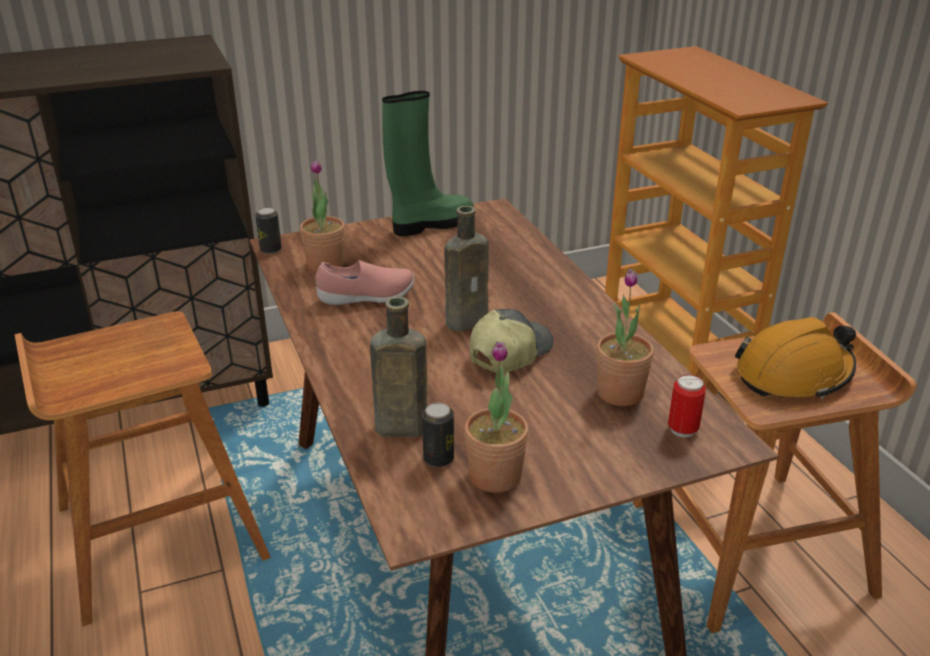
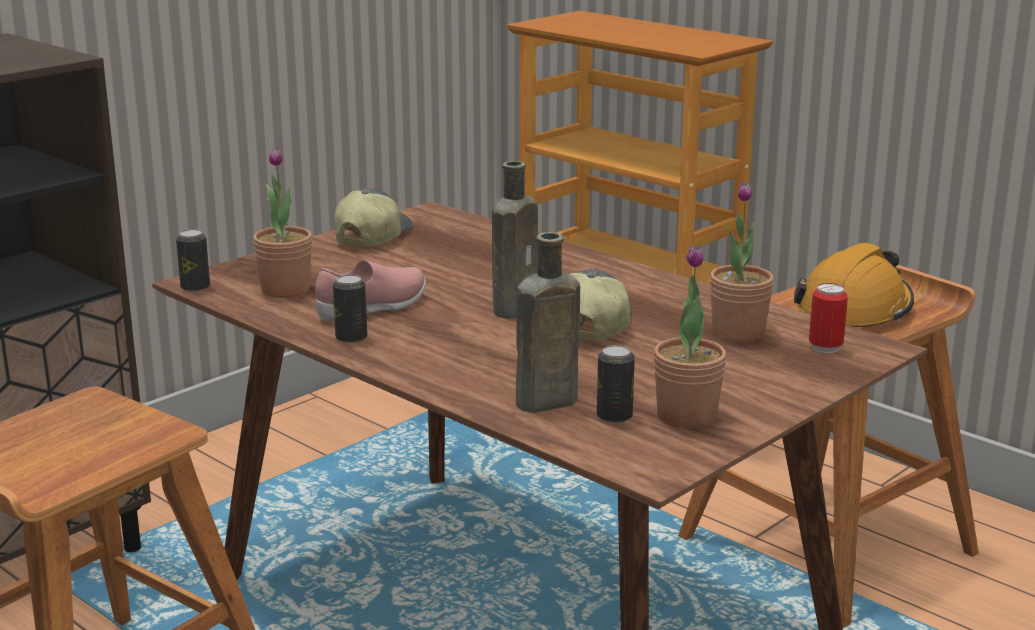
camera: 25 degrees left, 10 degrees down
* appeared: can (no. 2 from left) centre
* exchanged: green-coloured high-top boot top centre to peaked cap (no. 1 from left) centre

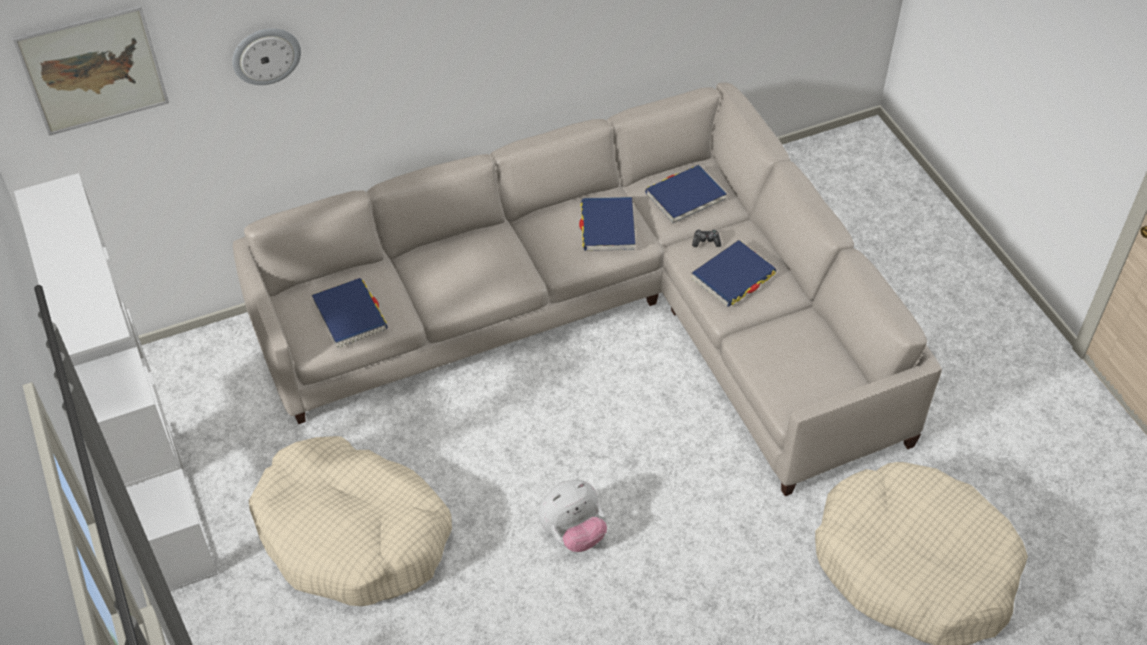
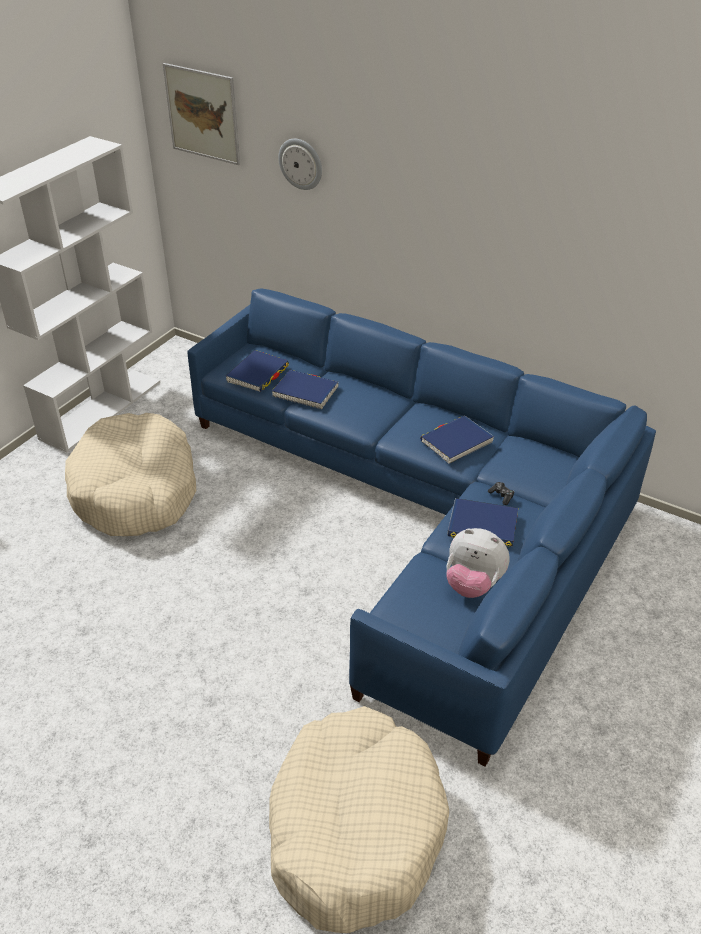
camera: 55 degrees right, 10 degrees down
* relocated: soft toy bottom centre to middle right
* relocated: blue book (no. 3 from left in the first image) top centre to blue book (no. 2 from left) centre
* colour: beige-coloured sofa centre to blue sofa centre

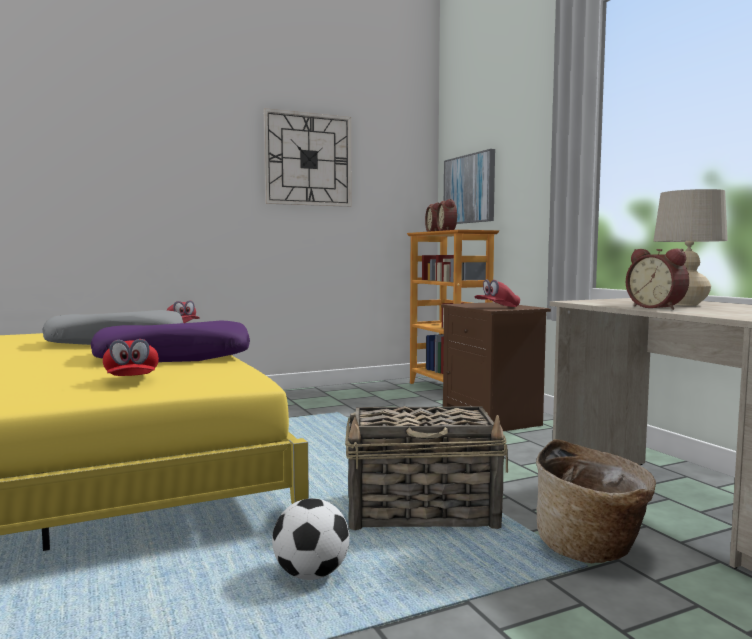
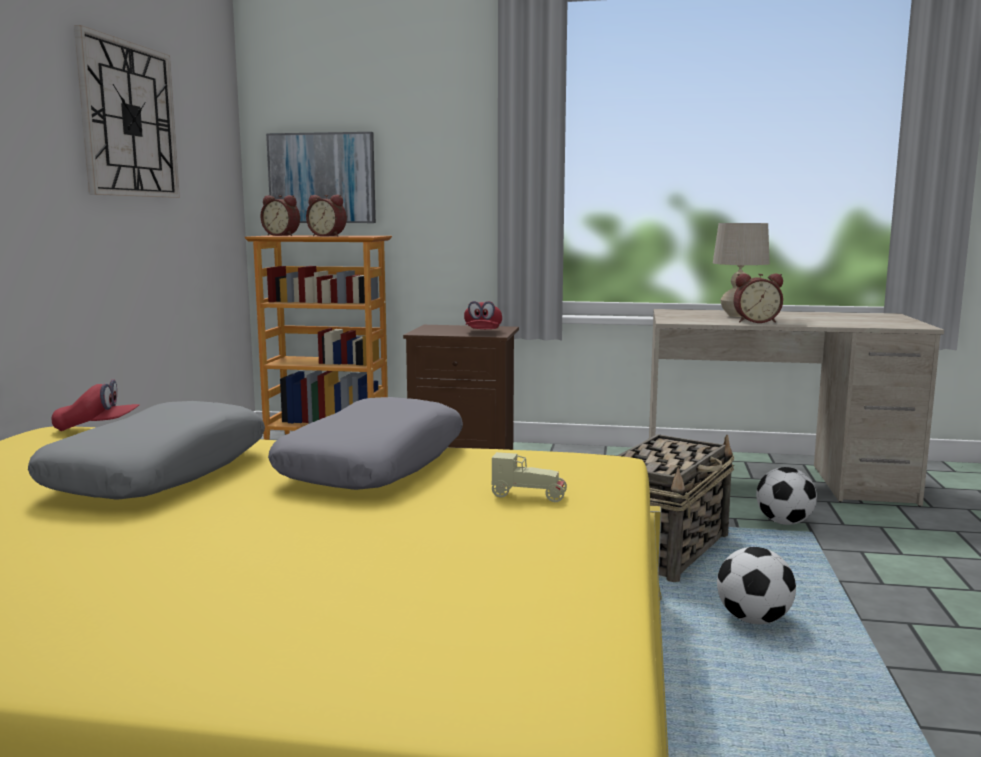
camera: 55 degrees left, 5 degrees up
* exchanged: reddish peaked cap (no. 1 from left) middle left to beige-coloured miniature car centre
* exchanged: basket (no. 2 from left) bottom right to football (no. 2 from left) middle right
* colour: purple-coloured throw pillow middle left to gray throw pillow (no. 2 from left) centre

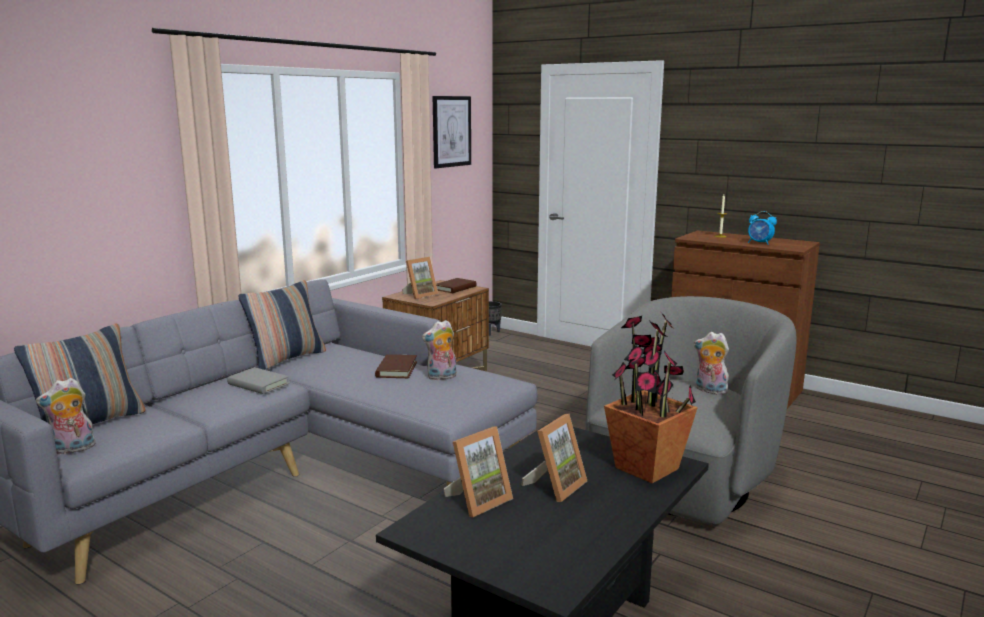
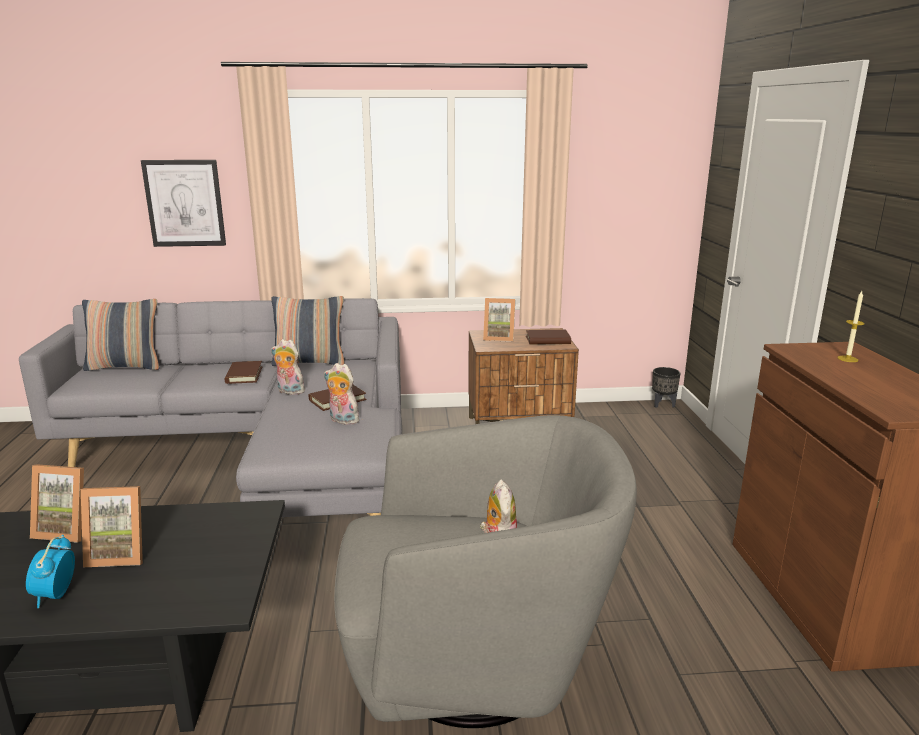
camera: 50 degrees right, 5 degrees up
* missing: potted plant centre
* relocated: soft toy (no. 1 from left) bottom left to middle left
* relocated: picture top centre to top left
* relocated: alarm clock middle right to bottom left
* colour: gray book middle left to brown-coloured book (no. 1 from left) middle left

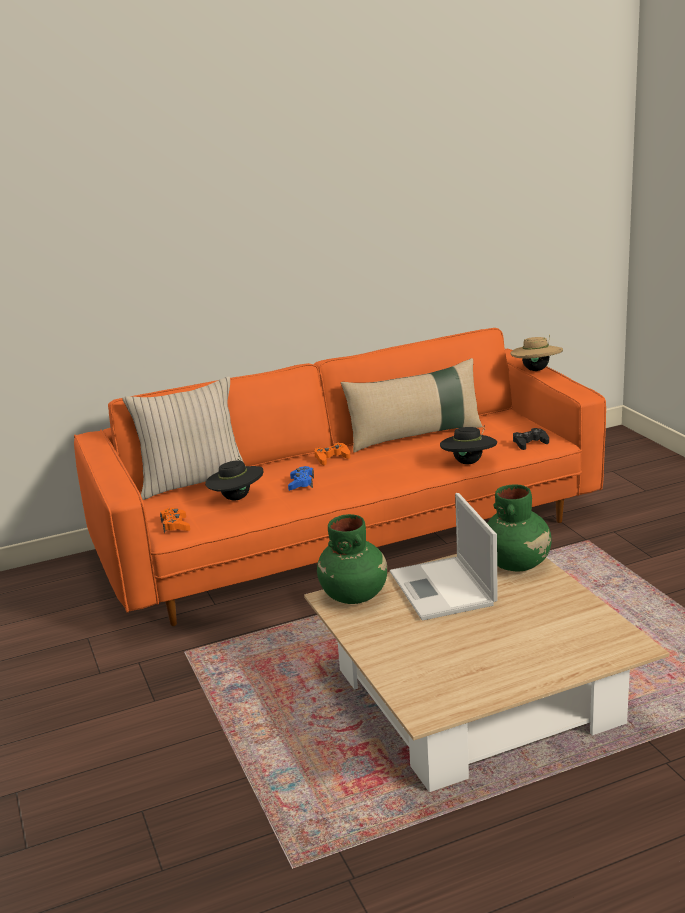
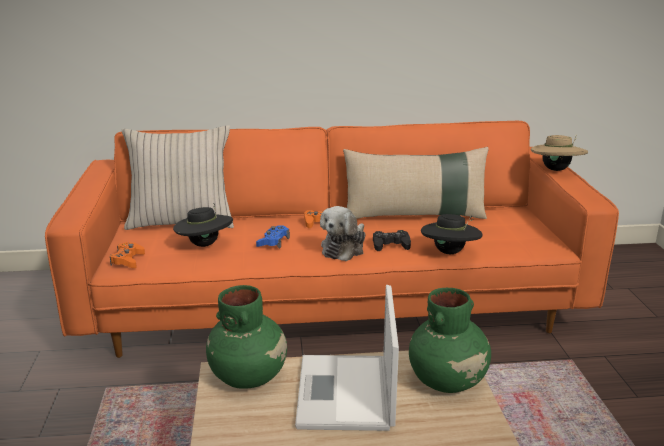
camera: 15 degrees right, 0 degrees up
* appeared: soft toy centre
* relocated: black-coloured joypad middle right to centre

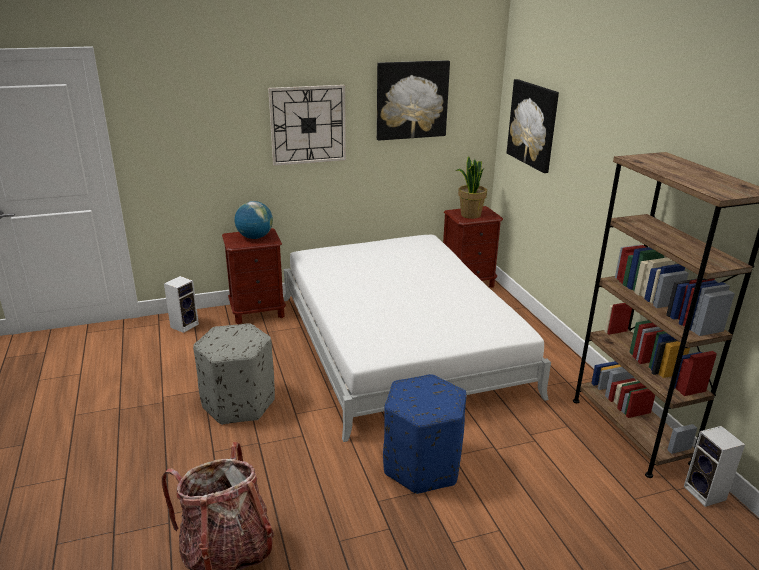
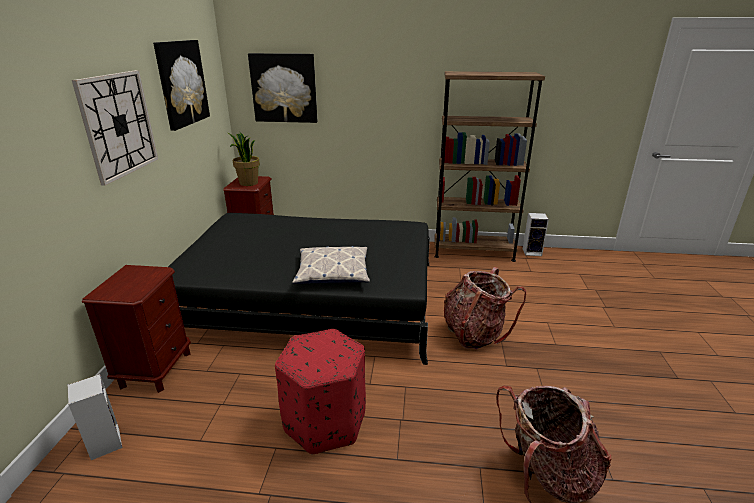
camera: 65 degrees left, 0 degrees up
* missing: desk globe centre
* appeared: throw pillow centre
* exchanged: blue pouffe bottom centre to backpack (no. 1 from left) centre
* colour: gray pouffe middle left to reddish pouffe bottom centre
* colour: white-coloured bedroom bed centre to black-coloured bedroom bed centre

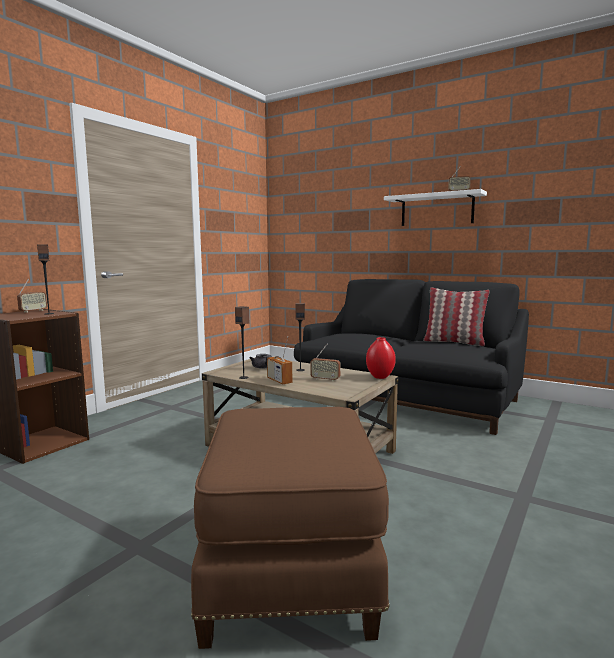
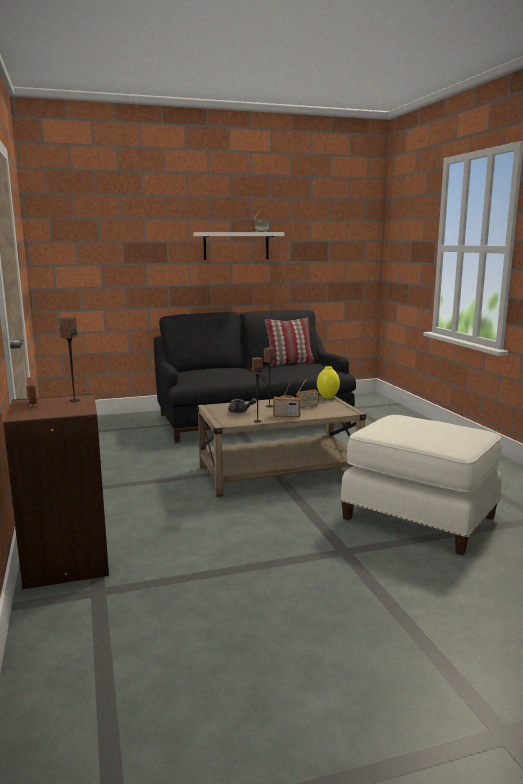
camera: 50 degrees left, 5 degrees up
* colour: brown-coloured pouffe bottom centre to white-coloured pouffe middle right
* colour: reddish vase centre to yellow-coloured vase centre

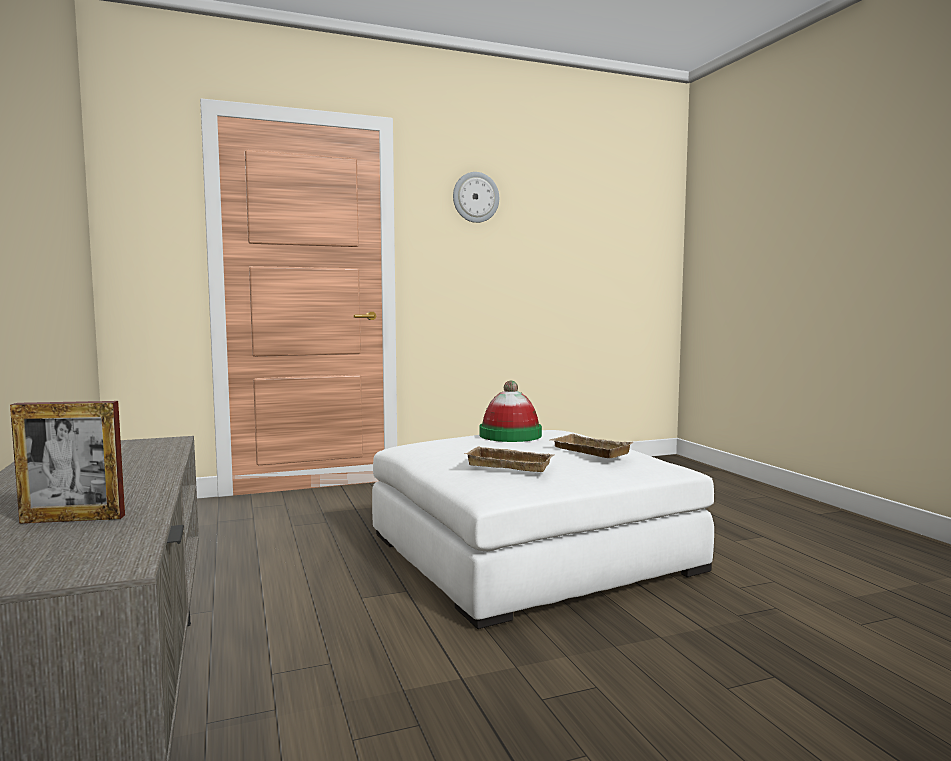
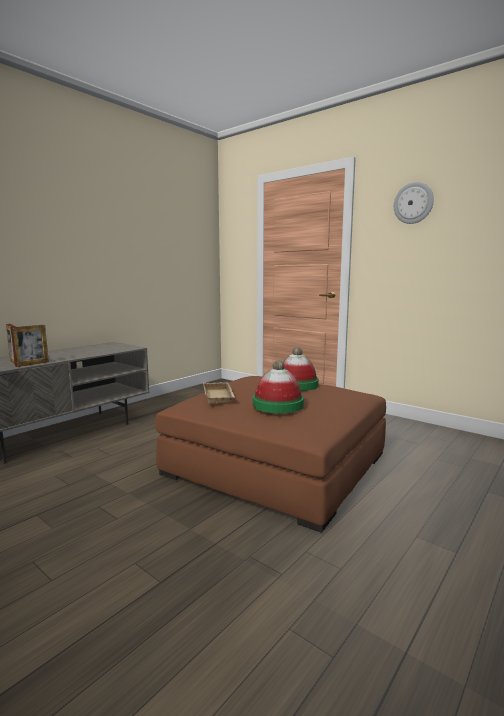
camera: 60 degrees right, 5 degrees up
* appeared: standing frame (no. 2 from left) middle left
* exchanged: beige-coloured serving tray (no. 2 from left) centre to wearable hat (no. 1 from left) centre
* colour: white-coloured pouffe bottom centre to brown-coloured pouffe centre

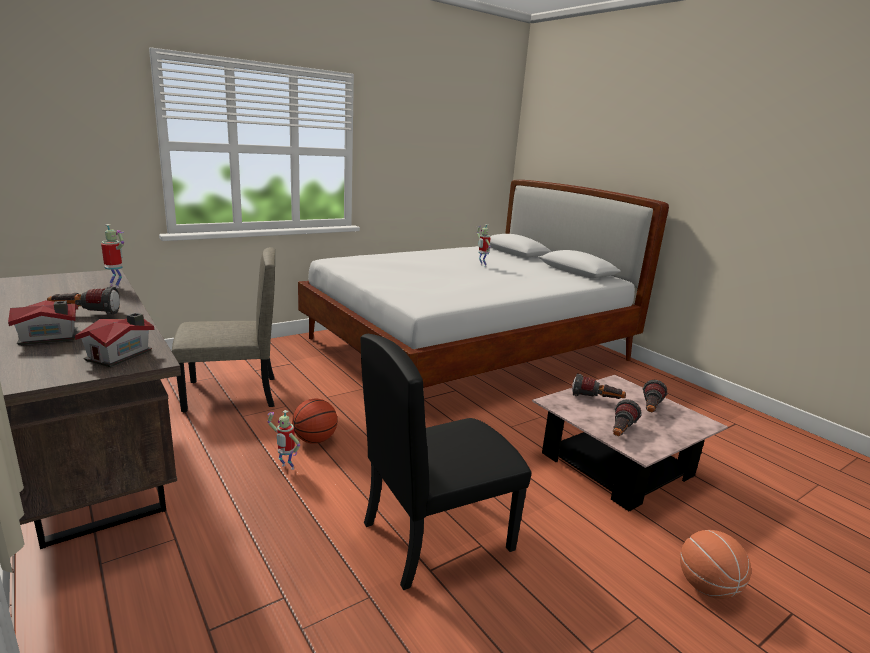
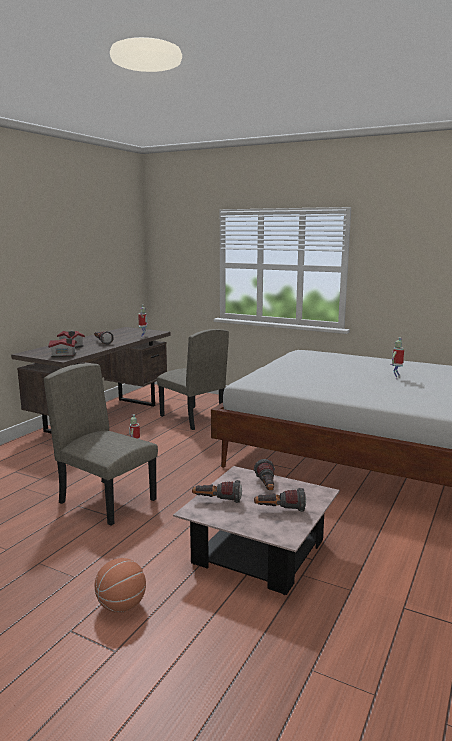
camera: 65 degrees right, 5 degrees down
* missing: basketball ball (no. 1 from left) centre
* colour: black-coloured plain chair bottom centre to beige-coloured plain chair (no. 1 from left) middle left

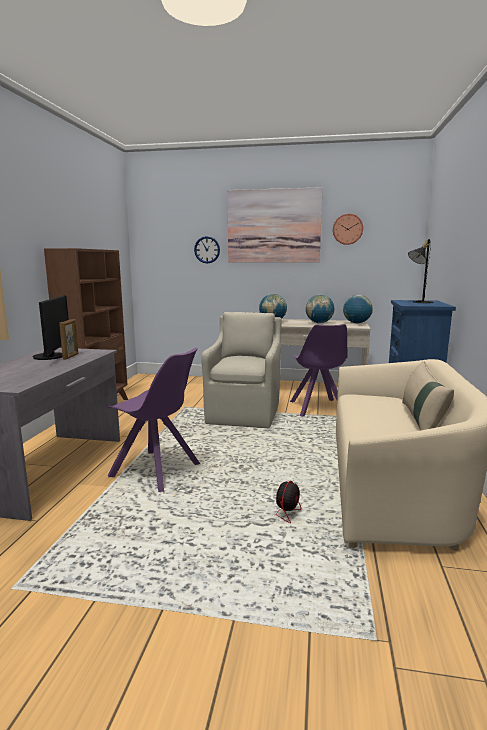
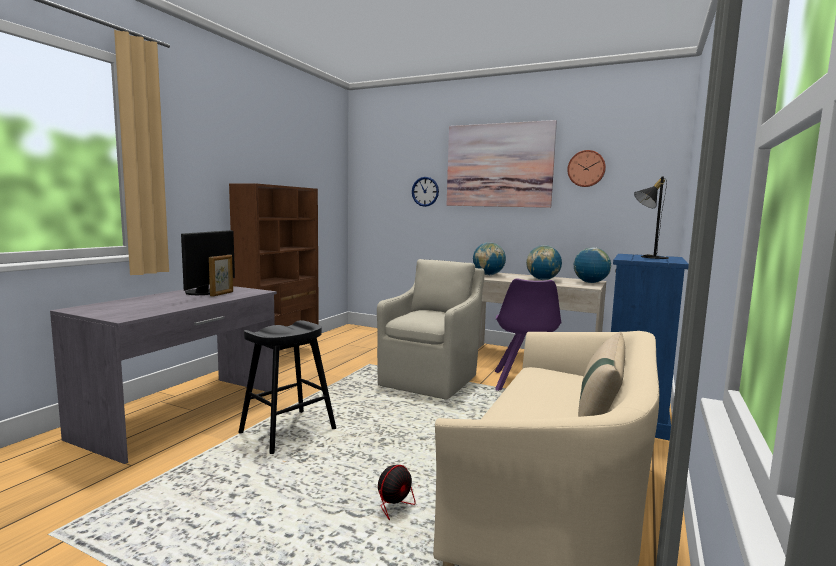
camera: 15 degrees right, 5 degrees down
* exchanged: purple-coloured plain chair (no. 1 from left) middle left to black-coloured sitting stool bottom centre

